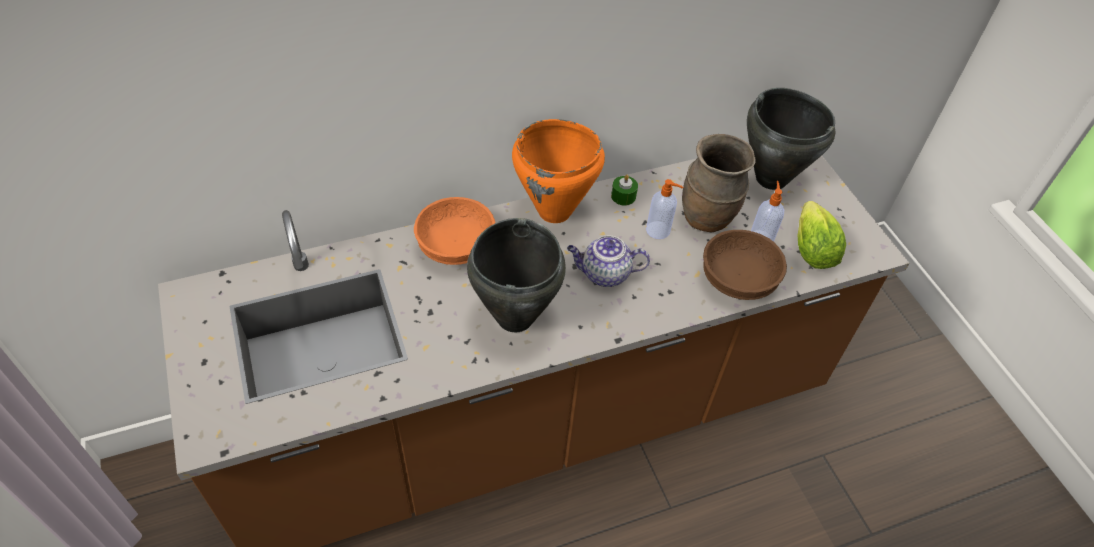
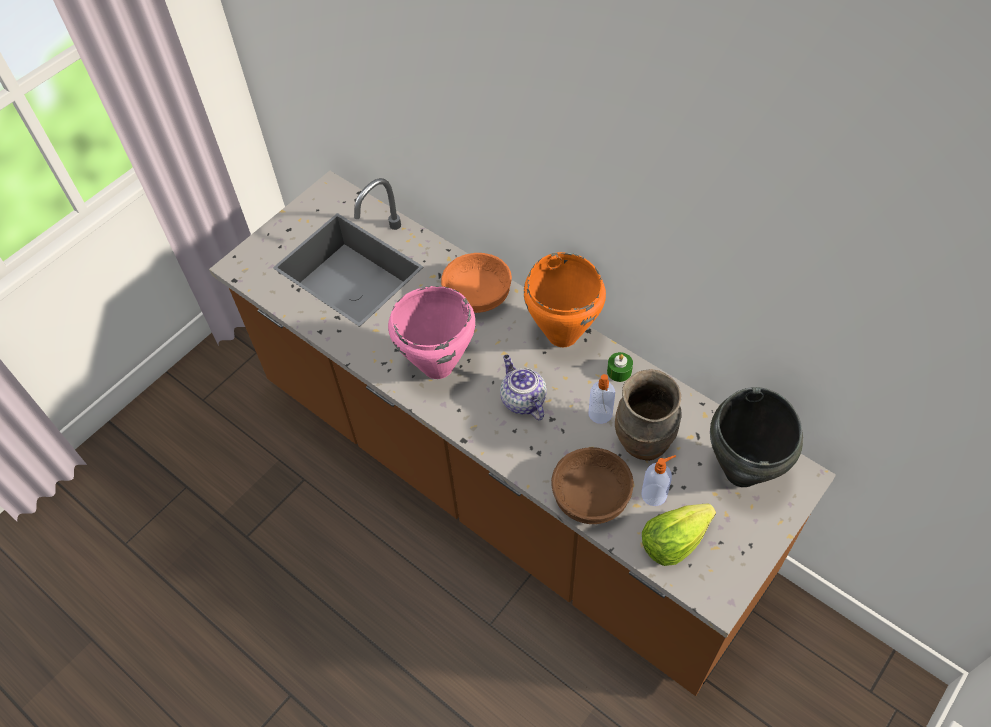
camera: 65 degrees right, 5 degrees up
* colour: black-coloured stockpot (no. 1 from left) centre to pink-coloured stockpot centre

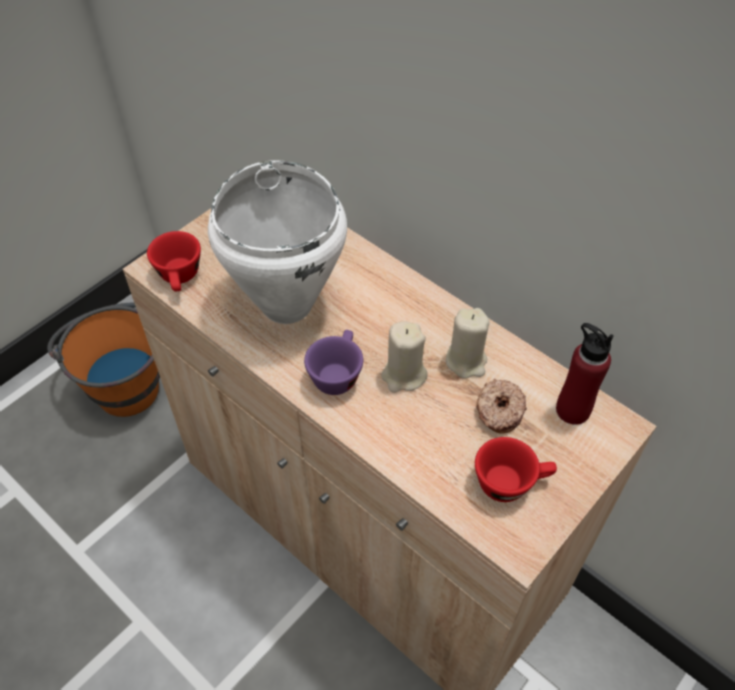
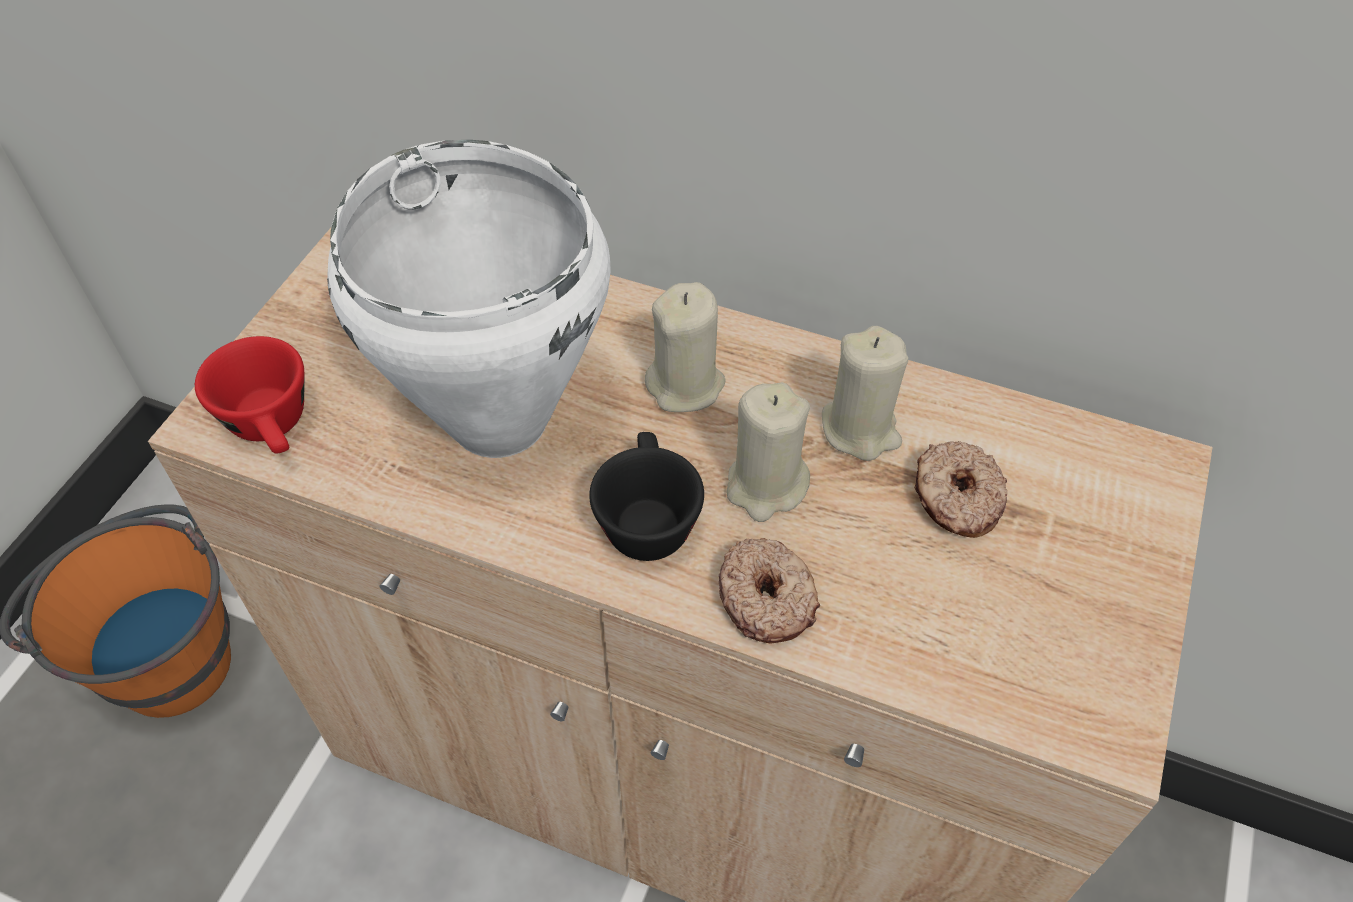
camera: 20 degrees left, 0 degrees up
* missing: reddish drinking cup (no. 2 from left) bottom right
* missing: reddish bottle middle right
* appeared: beige-coloured wax light (no. 1 from left) centre
* appeared: ring doughnut (no. 1 from left) centre
* colour: purple-coloured drinking cup centre to black-coloured drinking cup centre

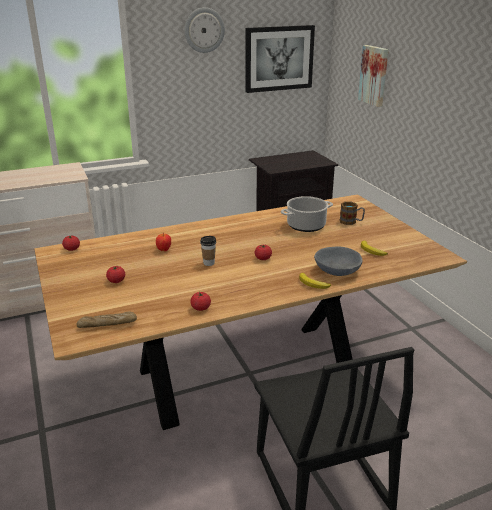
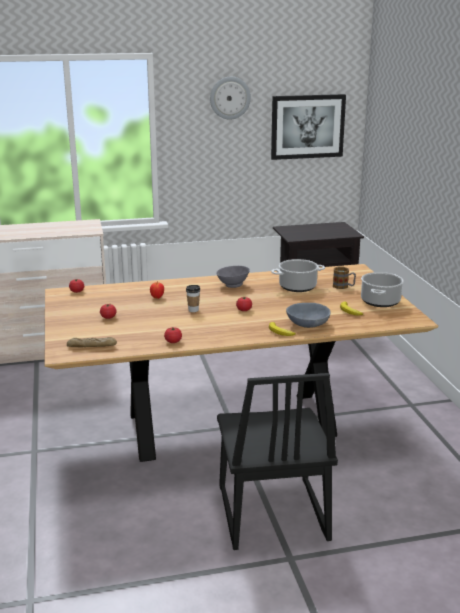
camera: 10 degrees right, 5 degrees down
* missing: picture (no. 2 from left) top right
* appeared: gray serving bowl (no. 1 from left) centre
* appeared: stockpot (no. 2 from left) middle right

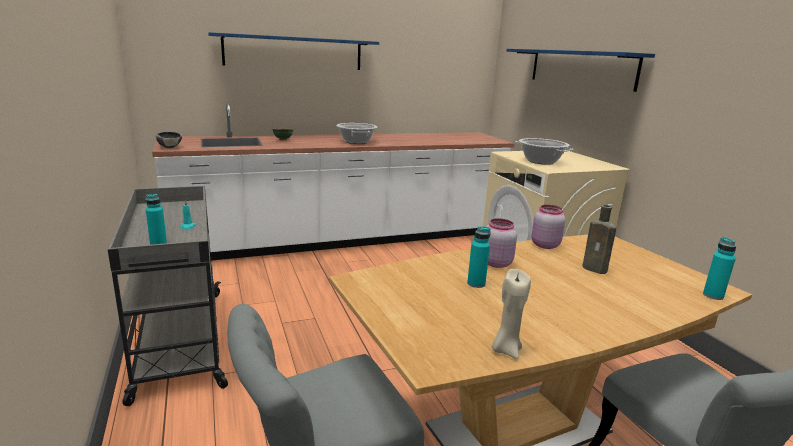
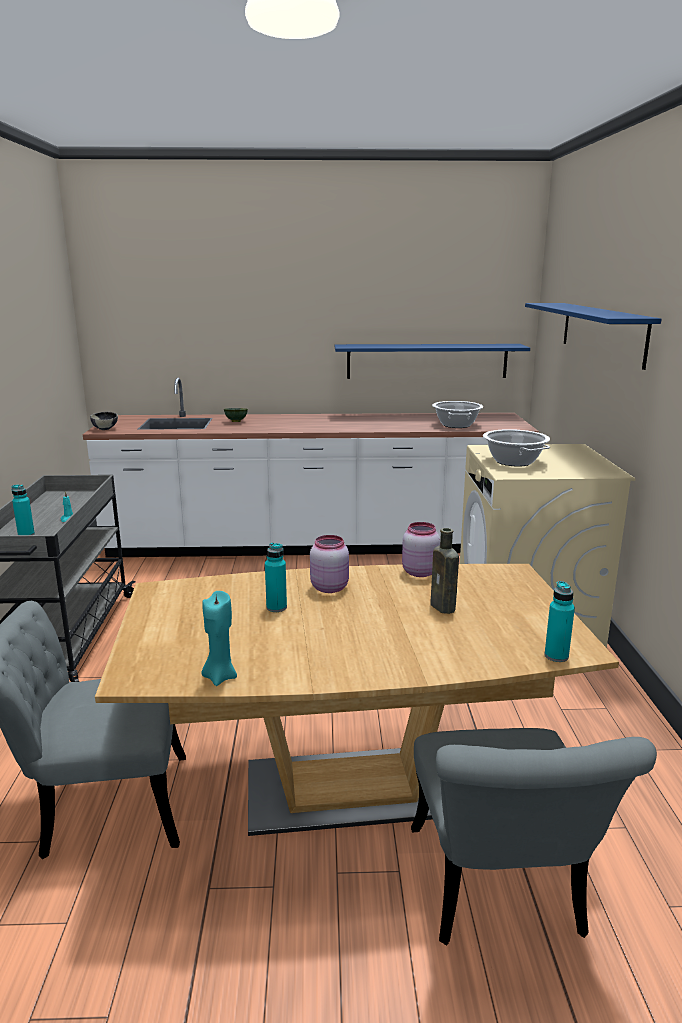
camera: 20 degrees right, 0 degrees up
* relocated: blue bracket shelf (no. 1 from left) top centre to centre
* relocated: stockpot (no. 1 from left) top centre to middle right
* colour: beige-coloured wax light bottom centre to turquoise wax light (no. 2 from left) middle left

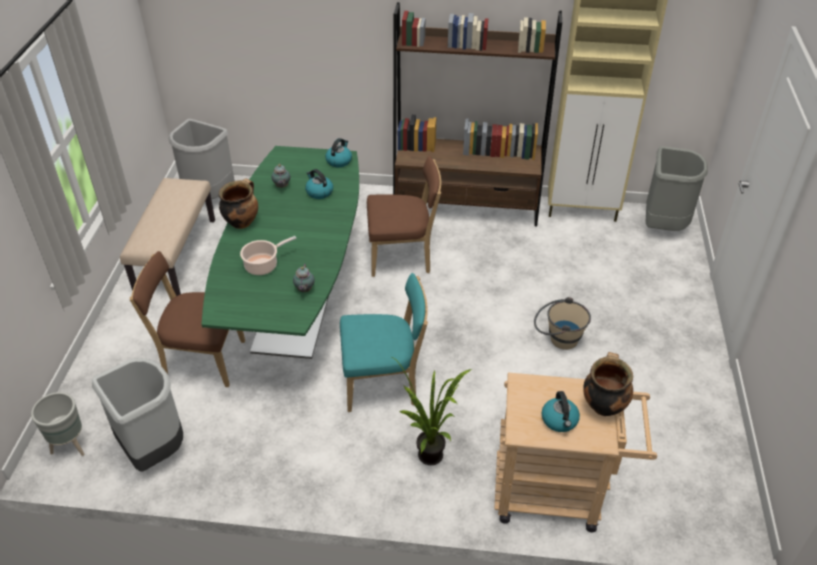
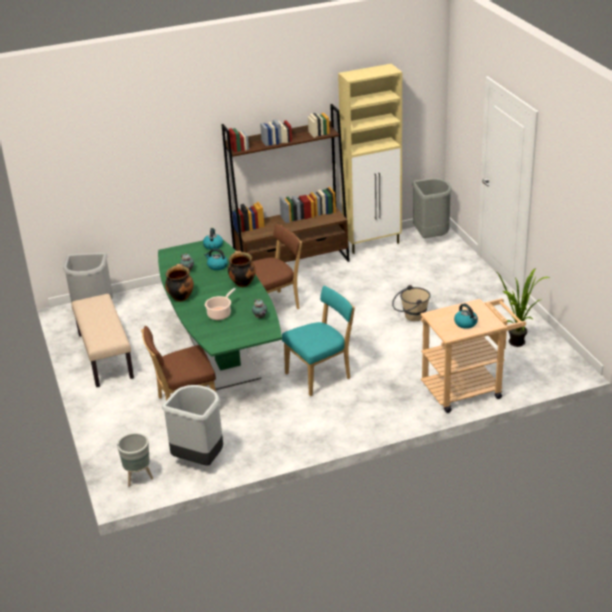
camera: 25 degrees left, 10 degrees down
* relocated: potted plant bottom centre to middle right
* relocated: stockpot (no. 3 from left) bottom right to centre

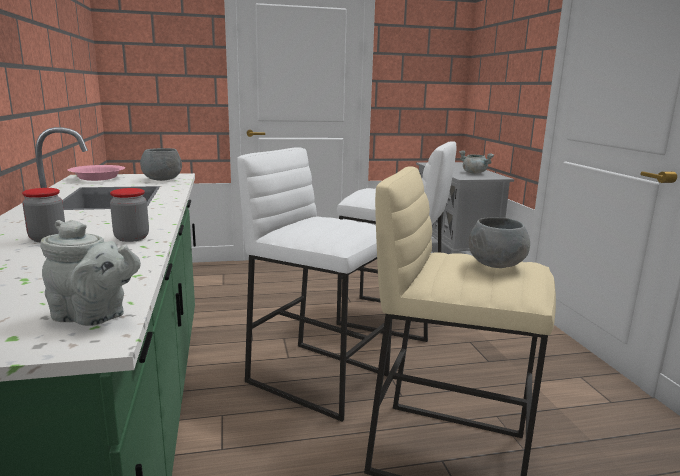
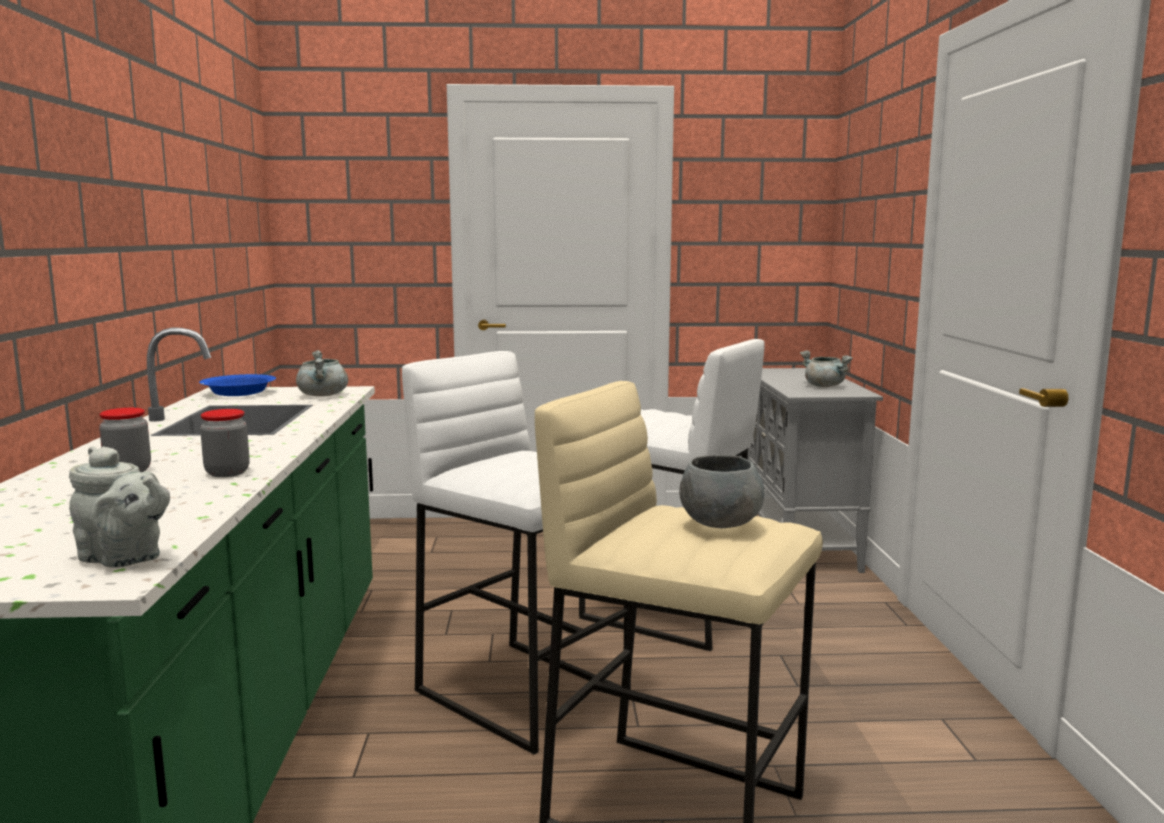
camera: 10 degrees right, 5 degrees down
* exchanged: gray serving bowl (no. 1 from left) middle left to gray stockpot (no. 1 from left) middle left
* colour: pink-coloured serving bowl middle left to blue serving bowl middle left

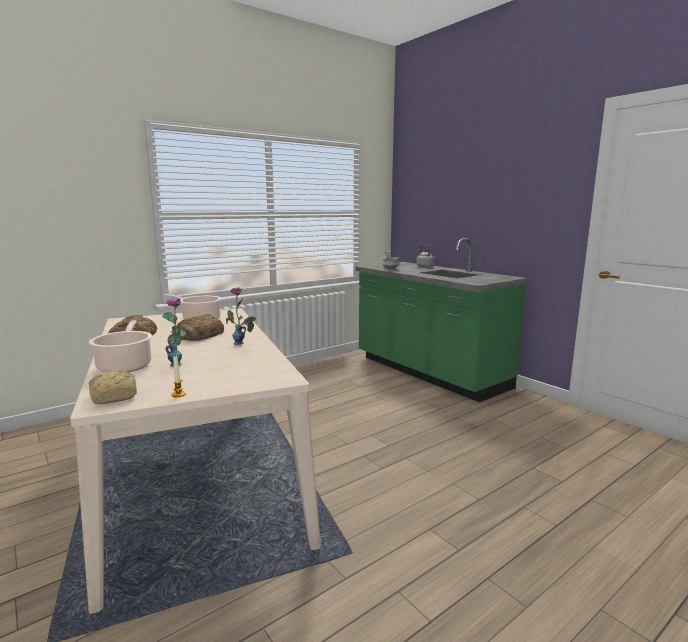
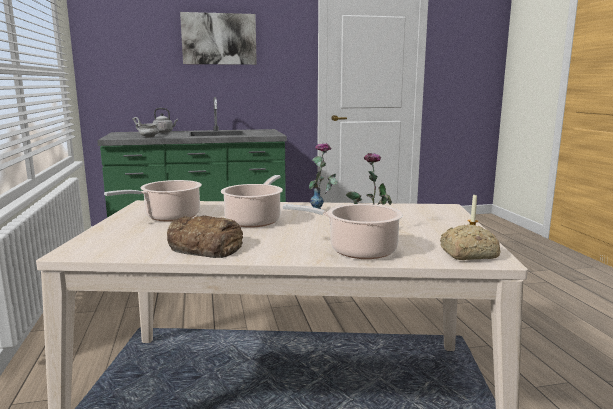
camera: 65 degrees left, 0 degrees up
* appeared: picture top centre
* exchanged: baked bread (no. 3 from left) middle left to stockpot (no. 2 from left) centre

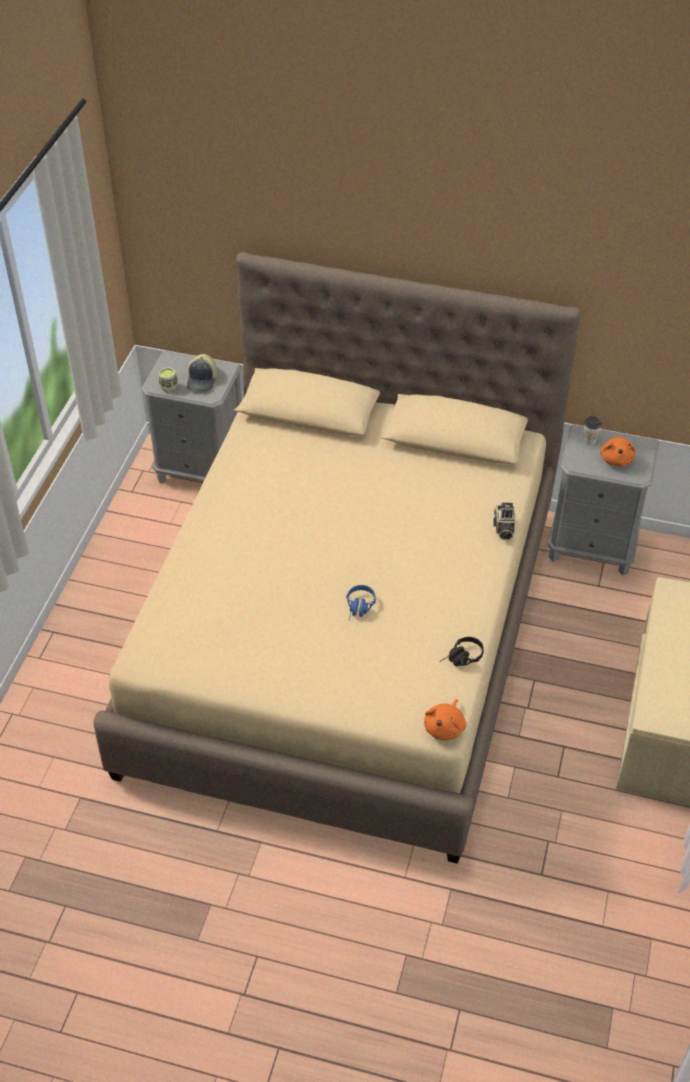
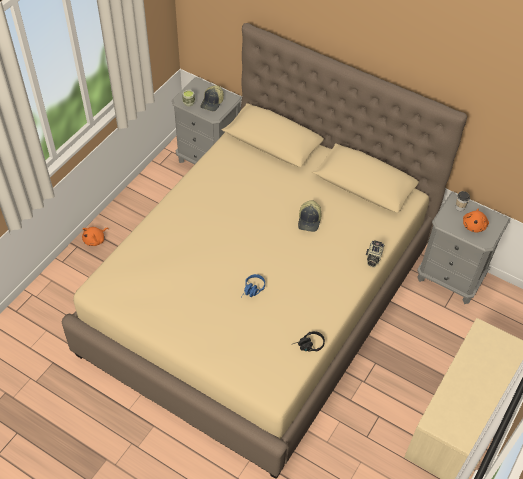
camera: 15 degrees right, 5 degrees up
* appeared: peaked cap (no. 2 from left) centre
* relocated: orange-coloured soft toy (no. 1 from left) centre to middle left

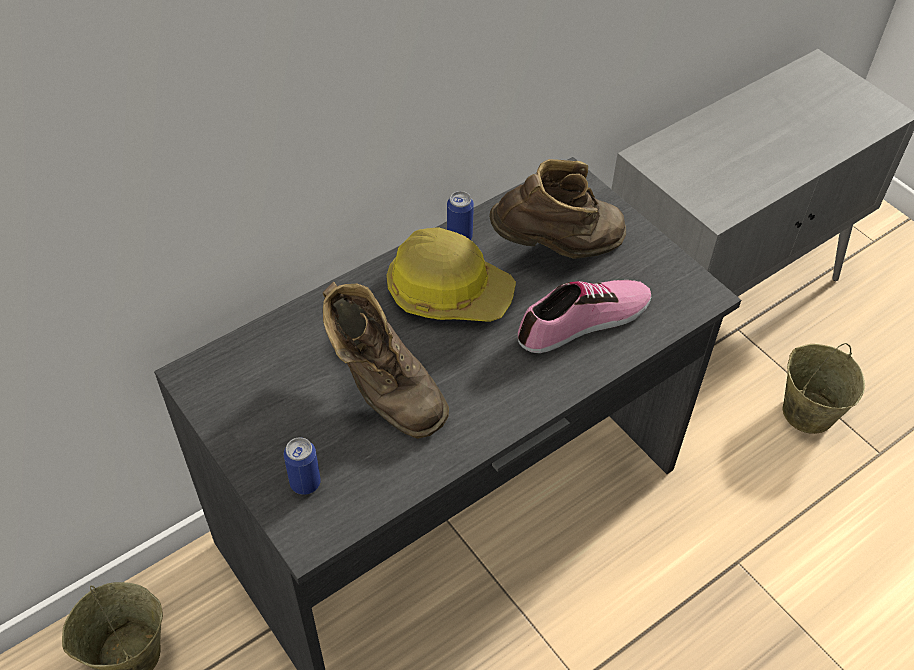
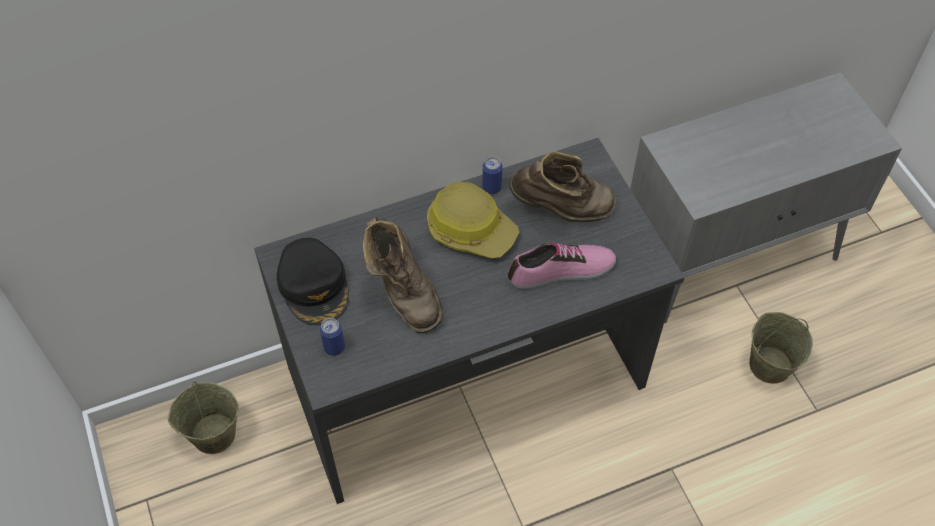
camera: 15 degrees right, 5 degrees up
* appeared: black-coloured peaked cap centre

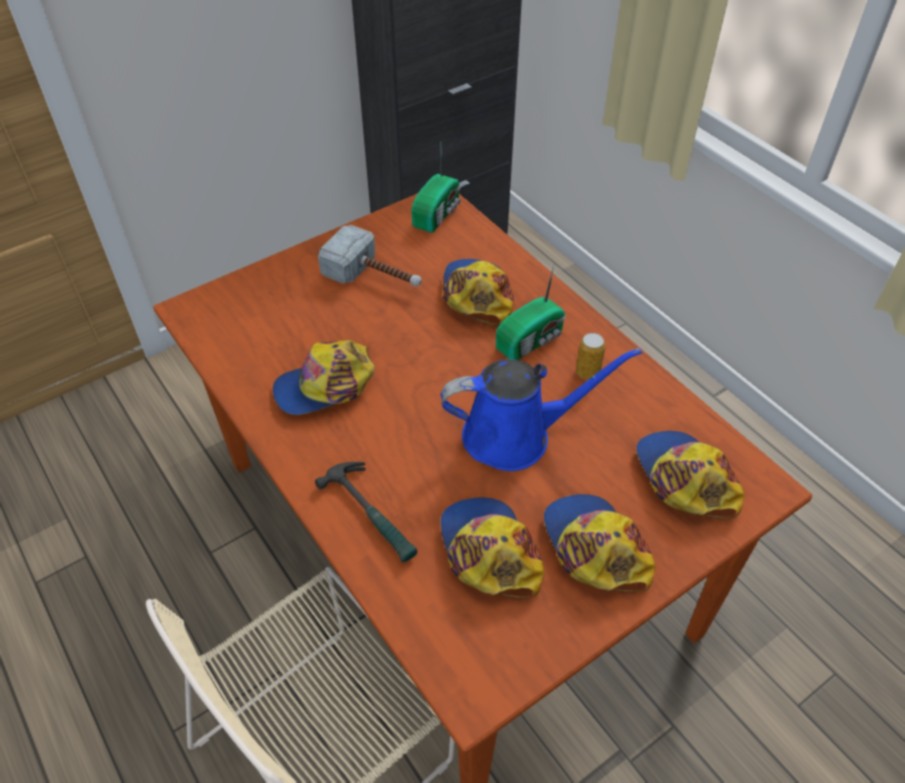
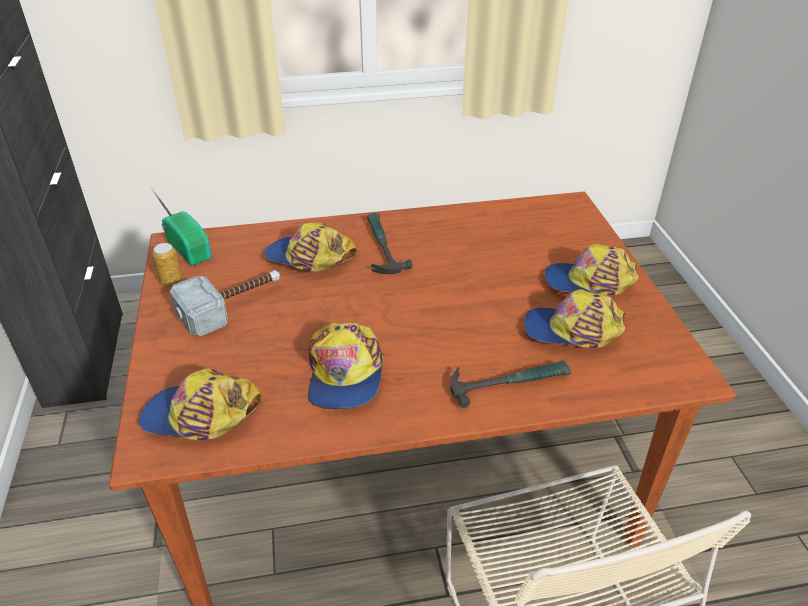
camera: 65 degrees left, 10 degrees down
* missing: blue watering pot centre
* relocated: can centre to middle left
* relocated: peaked cap (no. 5 from left in the first image) middle right to peaked cap (no. 1 from left) bottom left
* exchanged: radio (no. 2 from left) centre to hand hammer (no. 2 from left) centre

